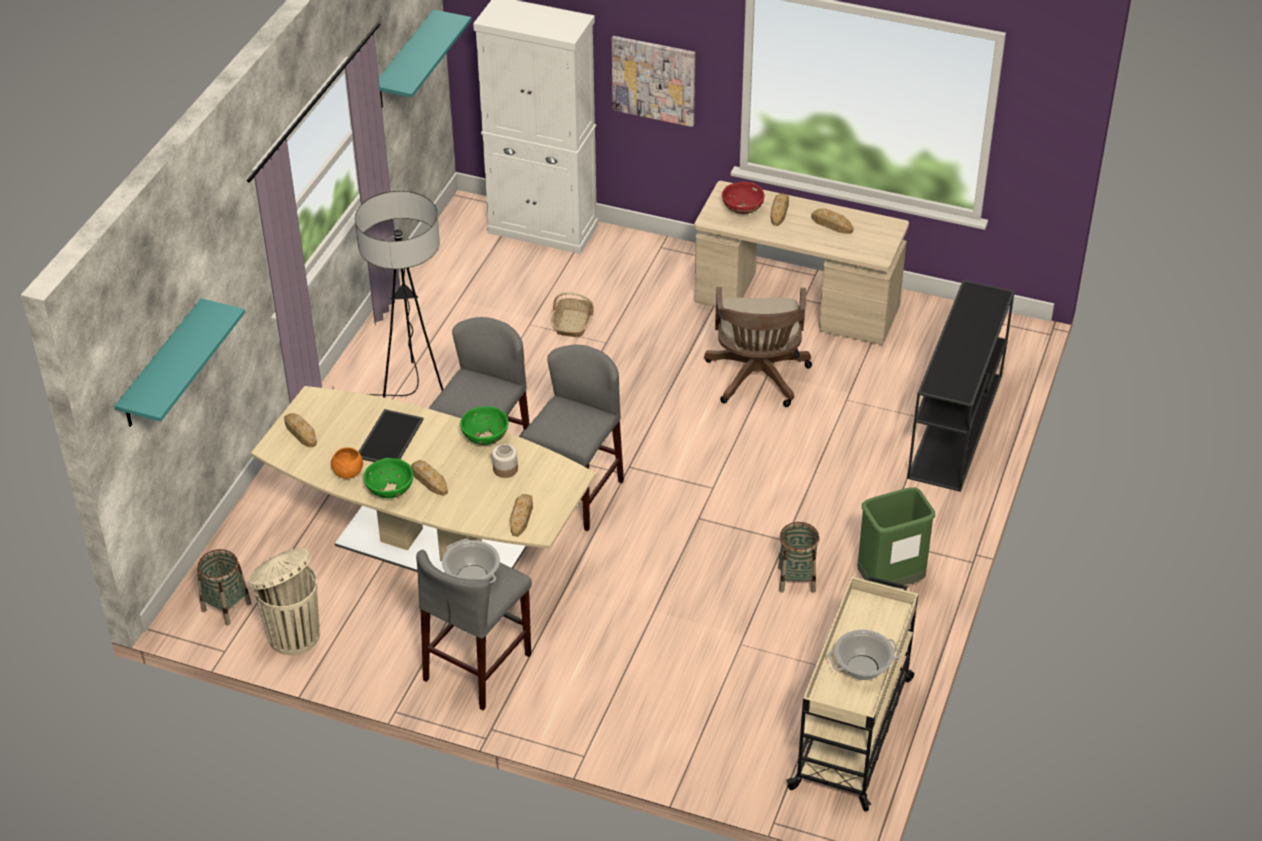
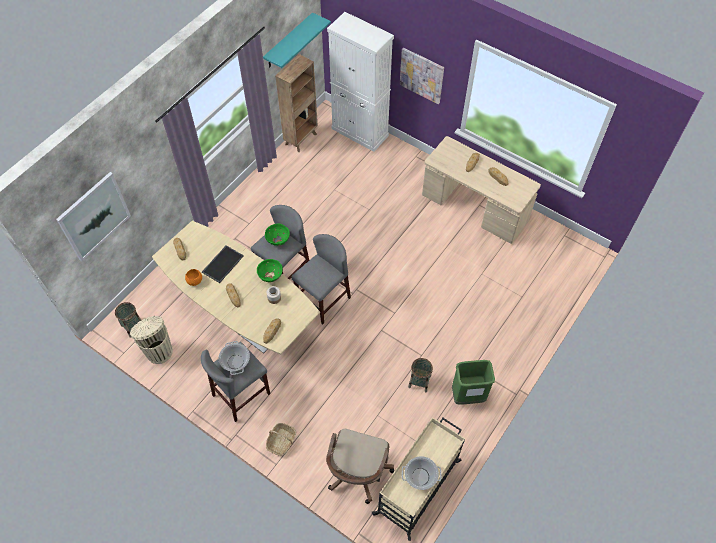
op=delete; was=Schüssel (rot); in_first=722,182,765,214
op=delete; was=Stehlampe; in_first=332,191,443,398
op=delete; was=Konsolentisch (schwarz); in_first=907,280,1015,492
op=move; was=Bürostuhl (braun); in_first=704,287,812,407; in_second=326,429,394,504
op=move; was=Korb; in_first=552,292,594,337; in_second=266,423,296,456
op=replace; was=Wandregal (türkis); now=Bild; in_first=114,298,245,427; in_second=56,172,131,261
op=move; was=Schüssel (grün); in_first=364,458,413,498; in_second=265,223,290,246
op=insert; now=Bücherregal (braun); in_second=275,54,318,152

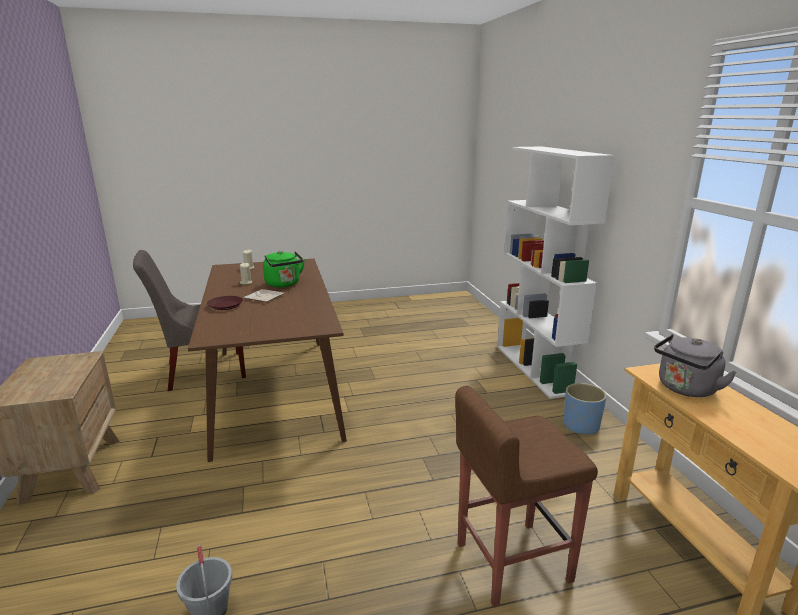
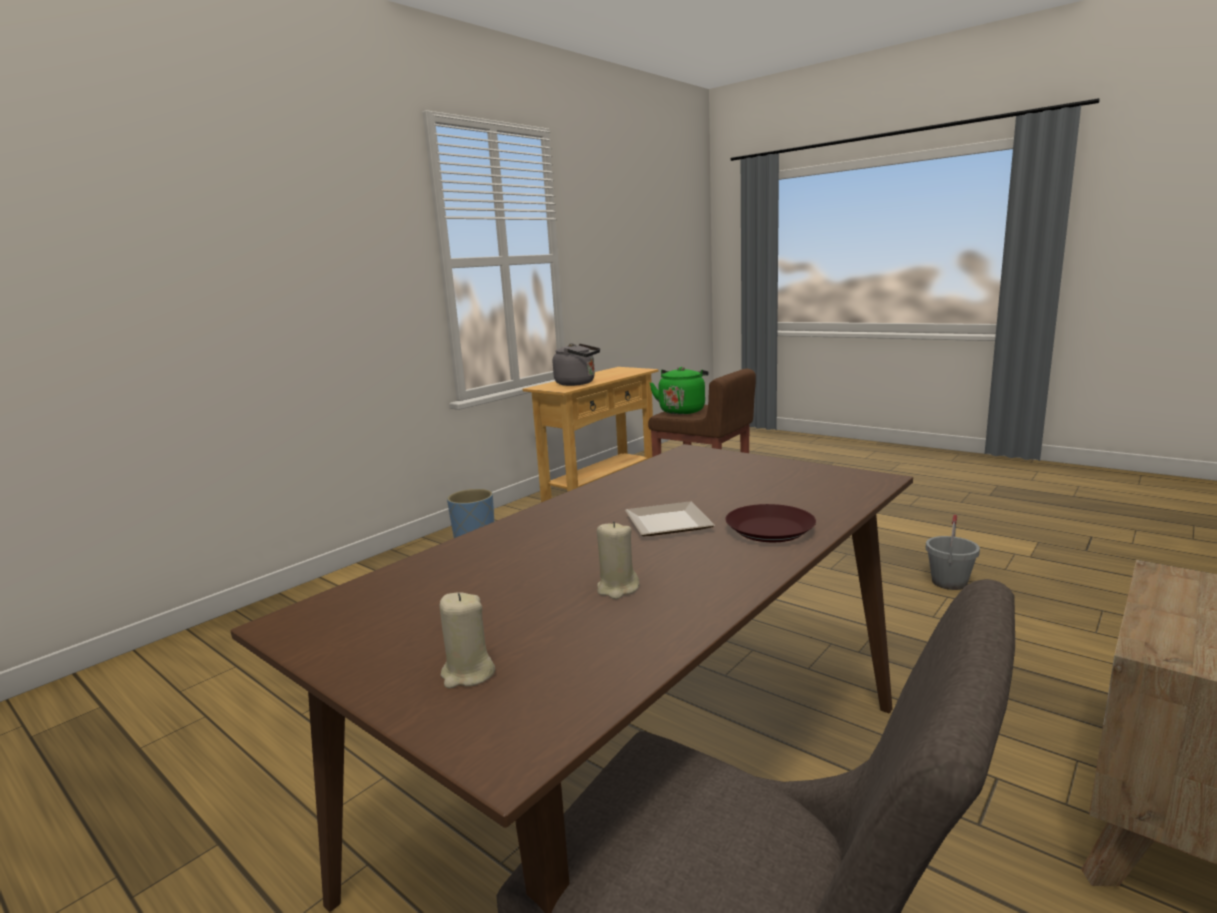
op=delete; was=Bücherregal (weiß); in_first=497,146,615,399
op=move; was=Wasserkessel (grün); in_first=263,251,305,287; in_second=650,367,709,414

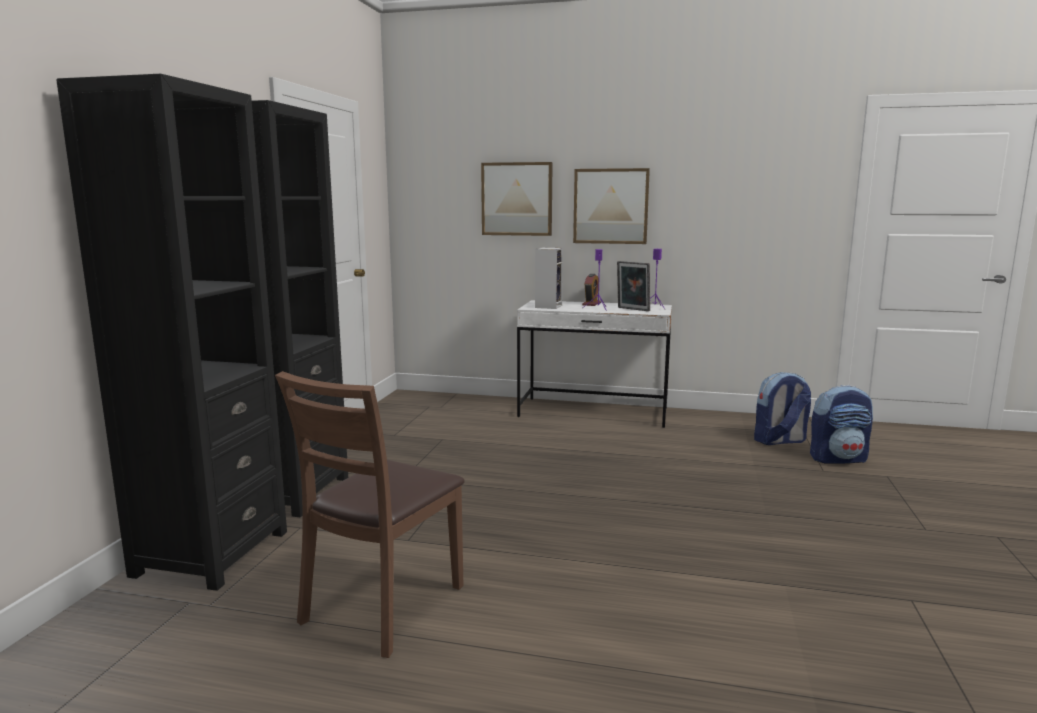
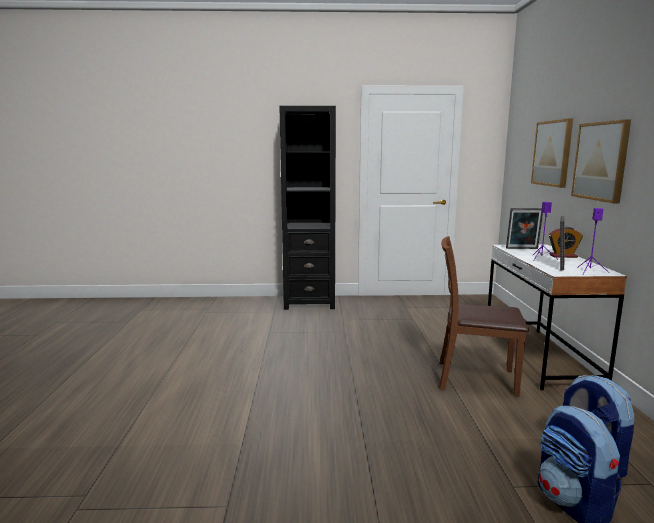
op=delete; was=Bücherregal (schwarz); in_first=56,74,287,591
op=replace; was=Lautsprecher; now=Bilderrahmen; in_first=535,247,563,309; in_second=506,208,543,249
op=move; was=Stuhl (braun); in_first=275,371,465,658; in_second=439,236,529,397

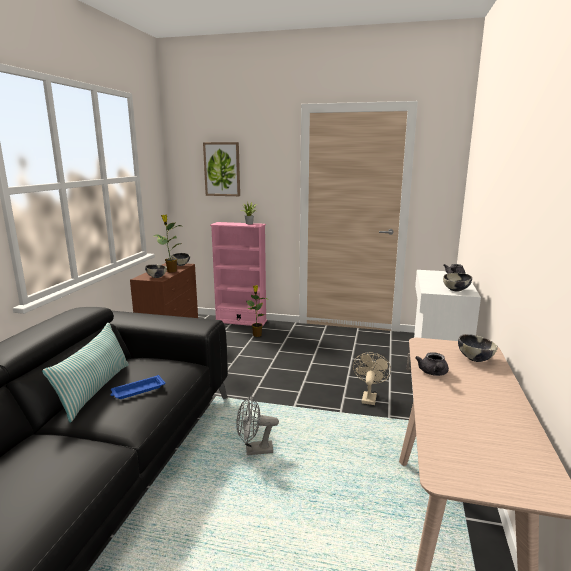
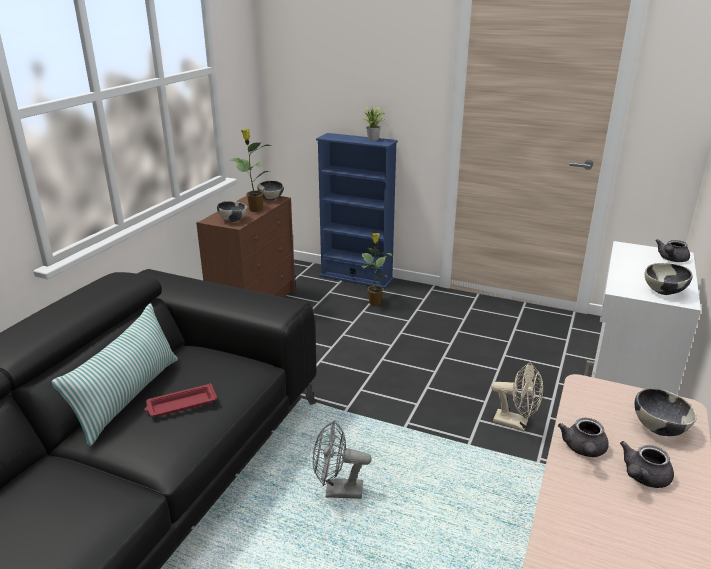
op=delete; was=Bild; in_first=203,142,240,196
op=recolor; was=Bücherregal (rosa); now=Bücherregal (blau); in_first=210,222,267,327; in_second=316,133,398,289
op=rotate; was=Ventilator (beige); in_first=353,352,391,405; in_second=491,363,543,431; clockwise=90
op=recolor; was=Tablett (blau); now=Tablett (rot); in_first=110,375,165,399; in_second=144,383,217,417
op=insert; now=Teekanne (grau); in_second=620,441,674,488

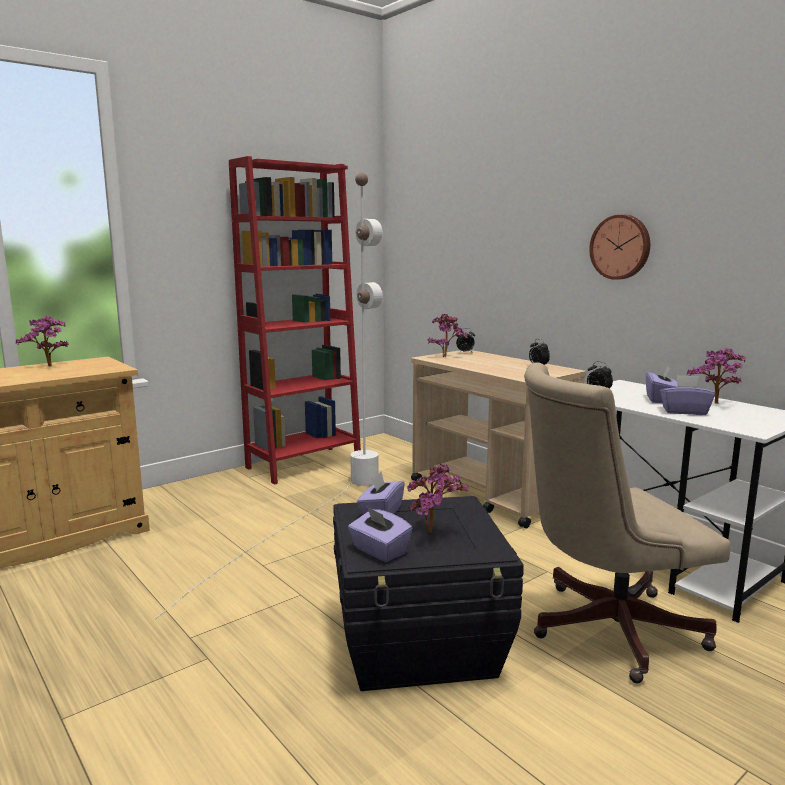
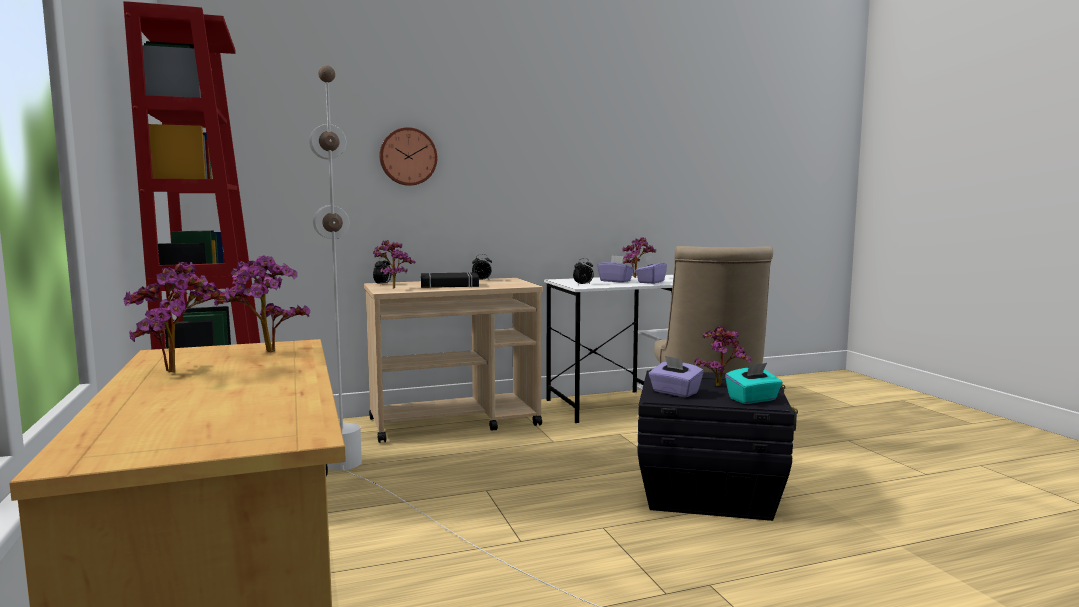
op=move; was=Wanduhr; in_first=589,214,650,280; in_second=379,127,437,186
op=recolor; was=Taschentuchbox (lila); now=Taschentuchbox (türkis); in_first=348,507,412,562; in_second=725,363,783,404
op=insert; now=Topfpflanze; in_second=214,256,310,352
op=insert; now=Buch (schwarz); in_second=421,272,479,288

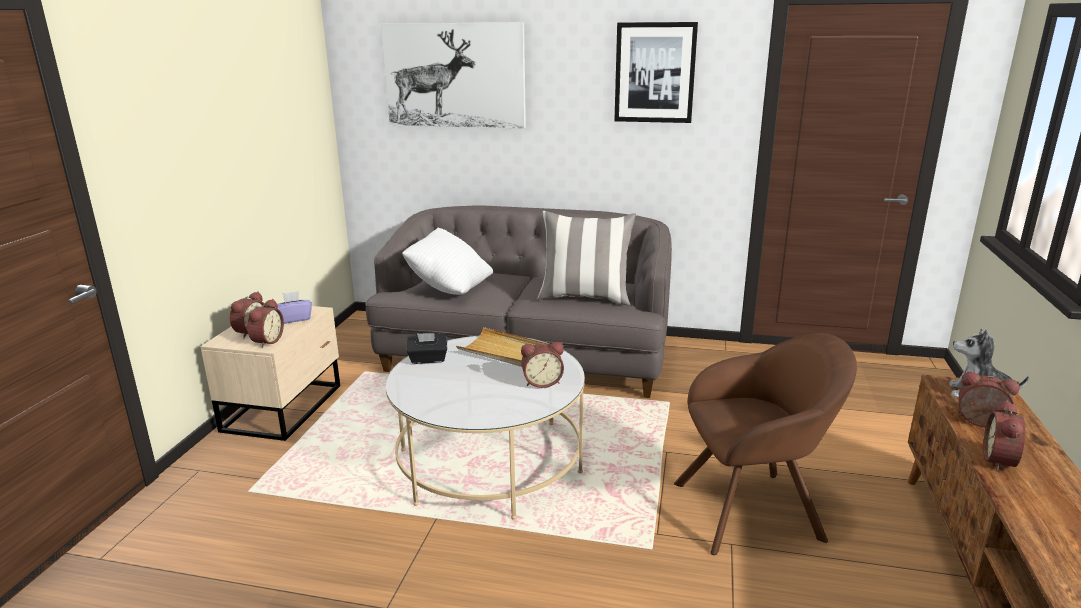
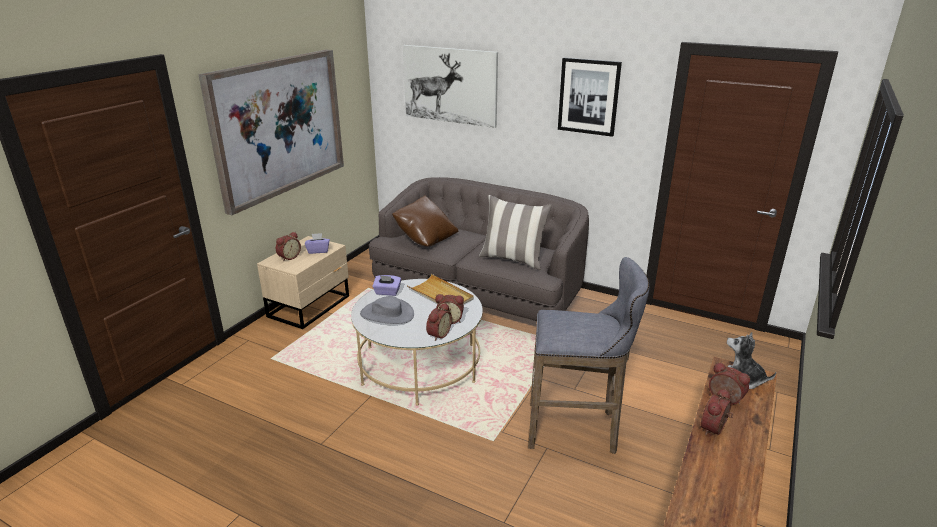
op=recolor; was=Kissen (weiß); now=Kissen (braun); in_first=402,228,493,295; in_second=392,196,459,247
op=move; was=Wecker; in_first=247,299,284,348; in_second=426,303,452,341
op=recolor; was=Taschentuchbox (schwarz); now=Taschentuchbox (lila); in_first=407,333,447,364; in_second=372,275,401,296
op=replace; was=Sessel (braun); now=Hocker (grau); in_first=674,333,857,555; in_second=528,257,649,454
op=insert; now=Bild; in_second=198,50,344,215
op=insert; now=Hut (grau); in_second=360,296,414,324

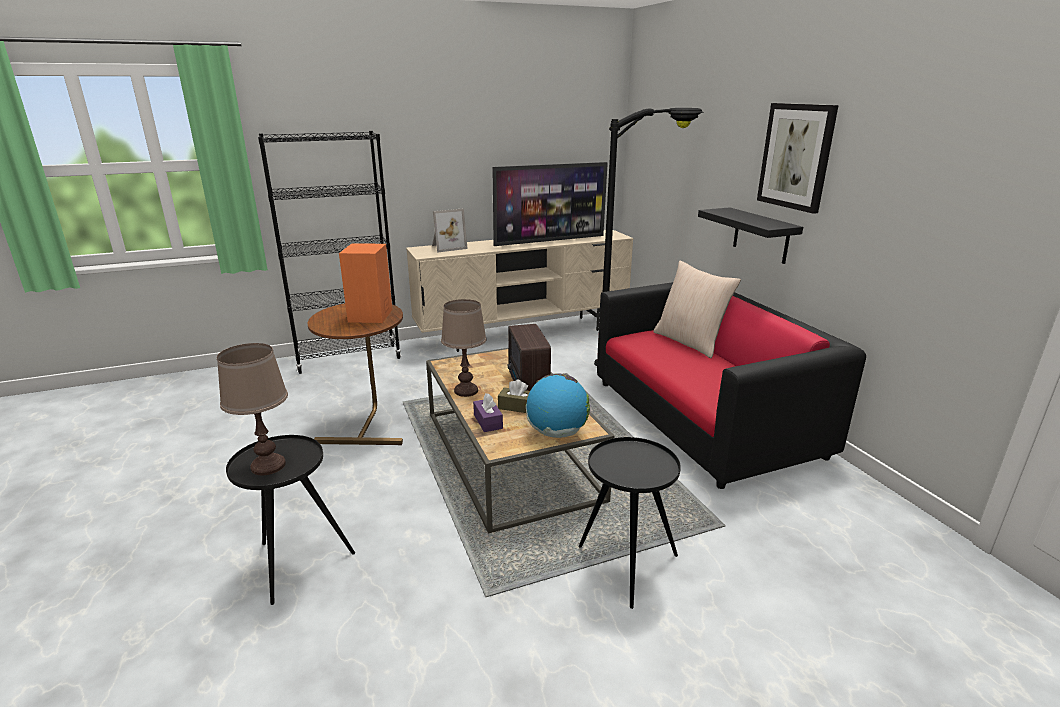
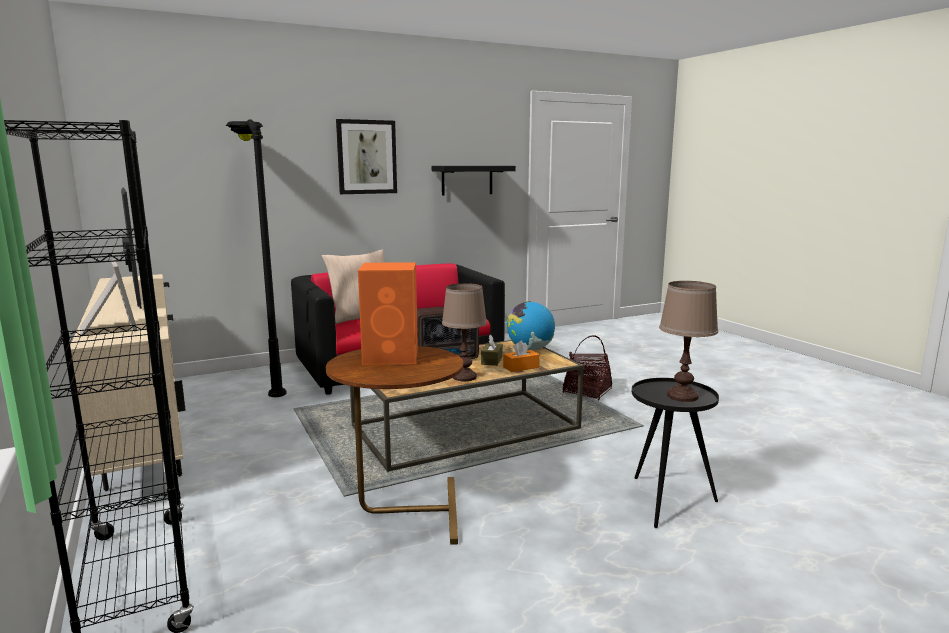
op=move; was=Wandregal (schwarz); in_first=698,207,803,264; in_second=432,166,516,196
op=recolor; was=Taschentuchbox (lila); now=Taschentuchbox (orange); in_first=473,393,503,432; in_second=503,340,540,372
op=replace; was=Beistelltisch (schwarz); now=Korb; in_first=579,437,681,609; in_second=563,335,612,400

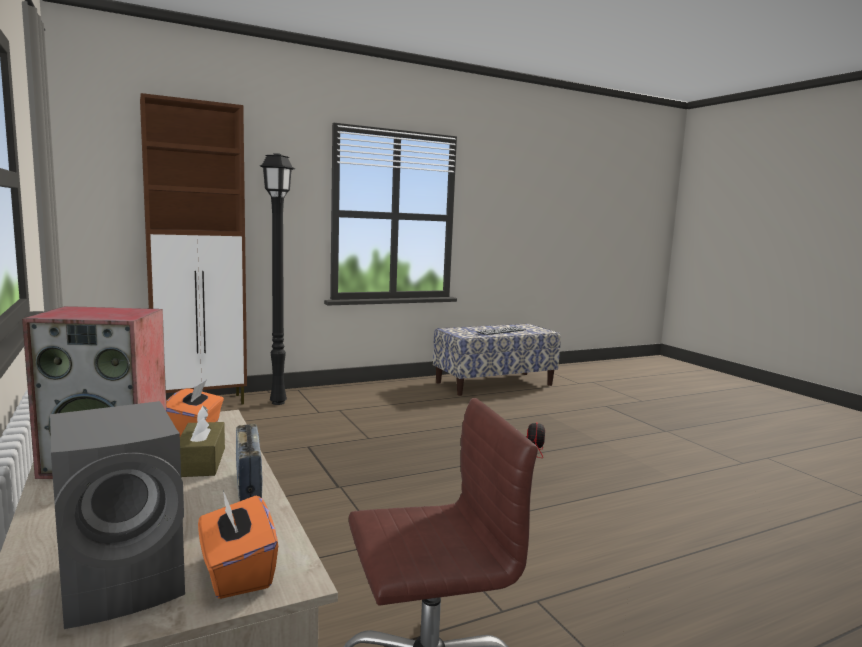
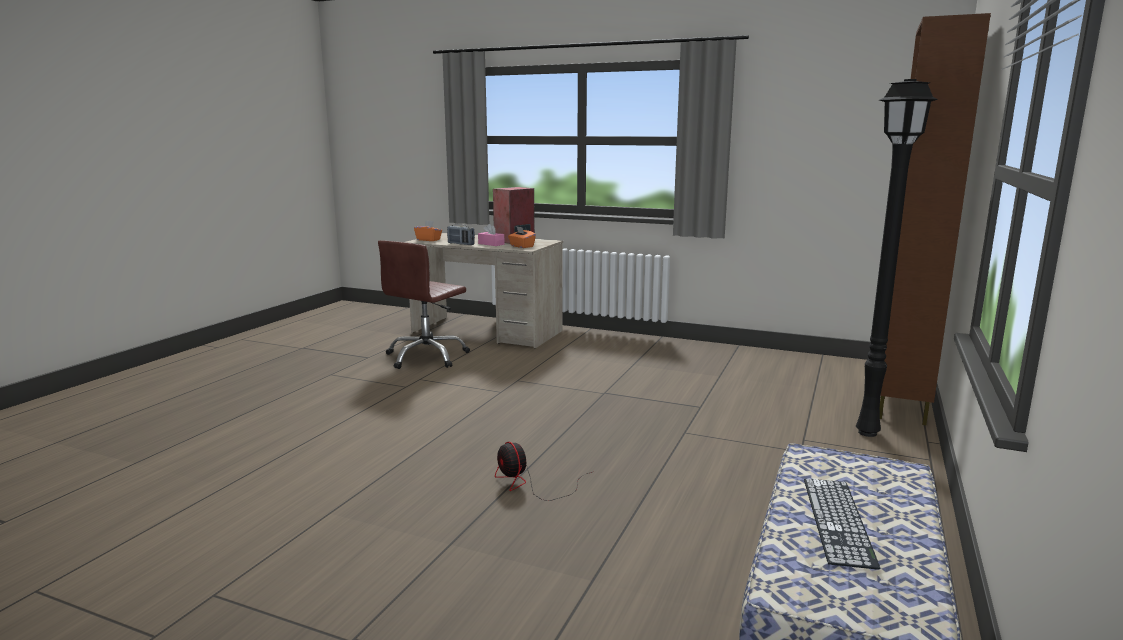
op=delete; was=Lautsprecher (grau); in_first=50,401,185,629
op=recolor; was=Taschentuchbox (braun); now=Taschentuchbox (rosa); in_first=180,406,225,477; in_second=478,224,505,246

